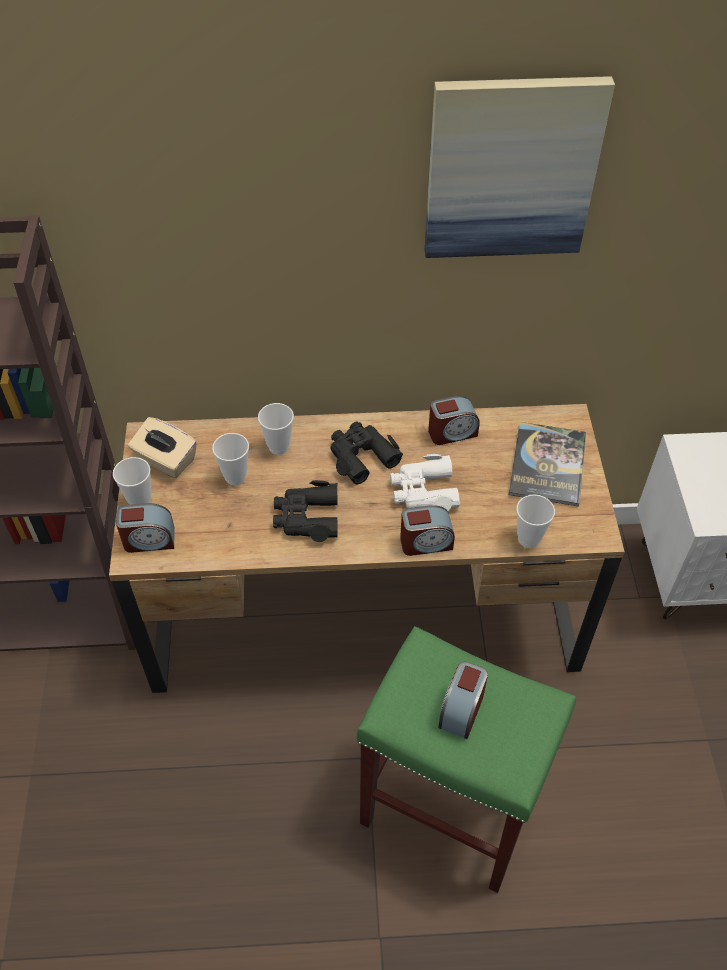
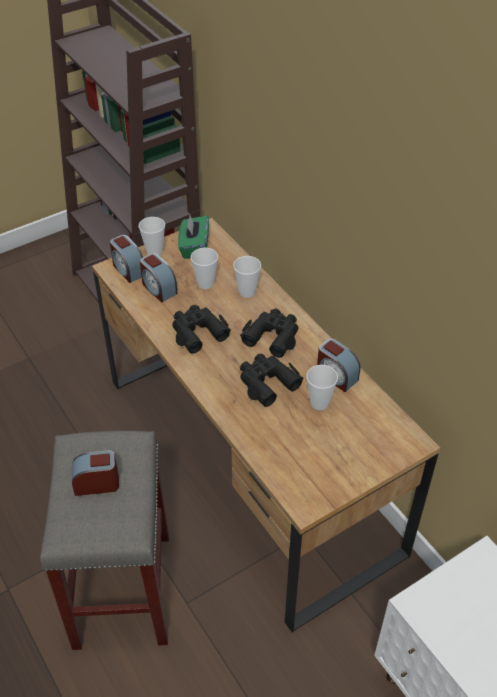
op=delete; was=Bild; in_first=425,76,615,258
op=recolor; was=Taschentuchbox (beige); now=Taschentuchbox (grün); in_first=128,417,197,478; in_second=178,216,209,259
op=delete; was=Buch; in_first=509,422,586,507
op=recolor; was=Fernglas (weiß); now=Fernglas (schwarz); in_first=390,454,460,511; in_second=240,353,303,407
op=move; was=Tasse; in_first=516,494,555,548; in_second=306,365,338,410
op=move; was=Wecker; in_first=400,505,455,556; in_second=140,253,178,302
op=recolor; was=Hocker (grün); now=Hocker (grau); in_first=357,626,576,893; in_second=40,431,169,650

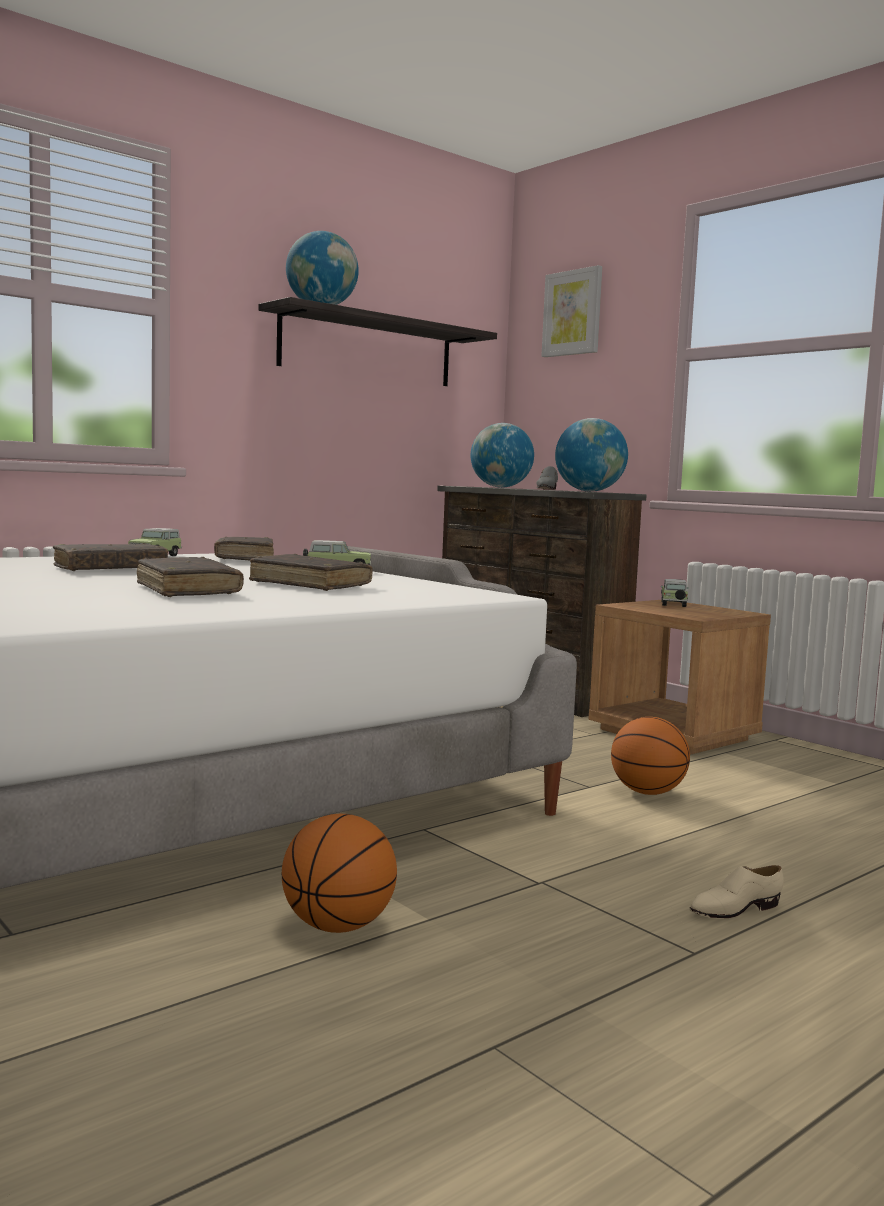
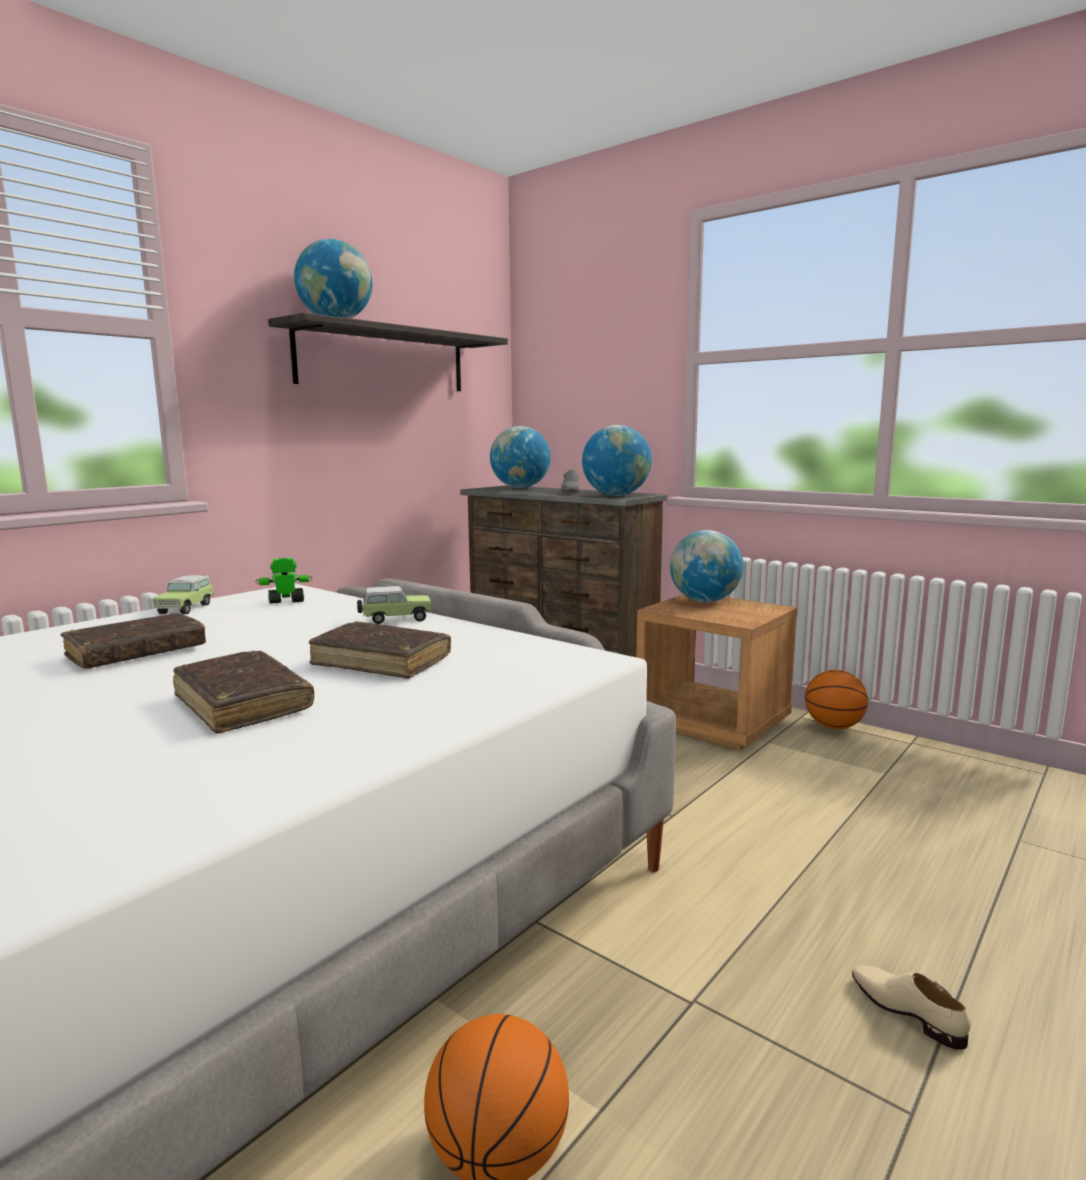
op=delete; was=Bild; in_first=541,265,602,357
op=replace; was=Buch (braun); now=Spielzeugroboter; in_first=214,537,274,560; in_second=255,558,313,604
op=replace; was=Spielzeugauto; now=Globus; in_first=661,579,689,607; in_second=670,530,743,602
op=move; was=Basketball; in_first=611,717,690,795; in_second=805,670,868,729
op=rotate; was=Schuh (beige); in_first=689,865,784,918; in_second=852,965,971,1050; clockwise=90

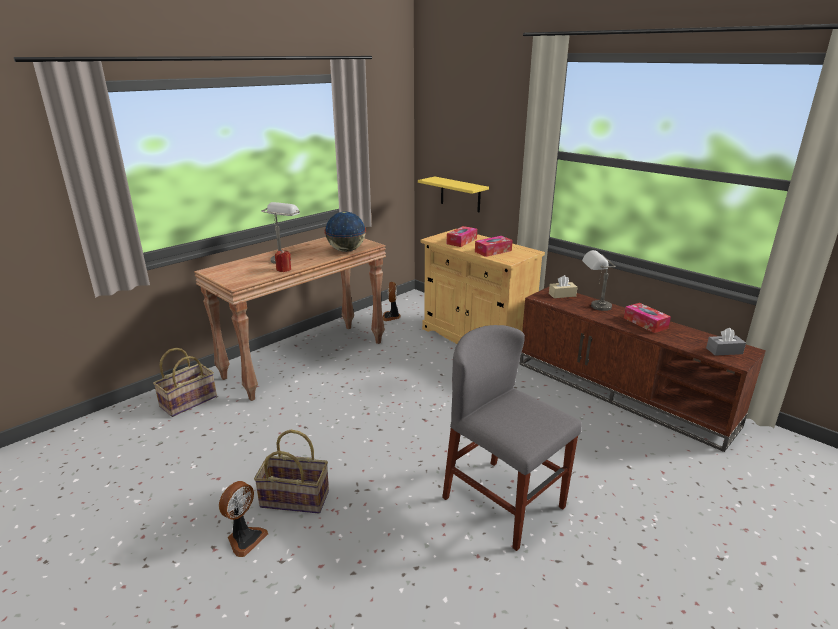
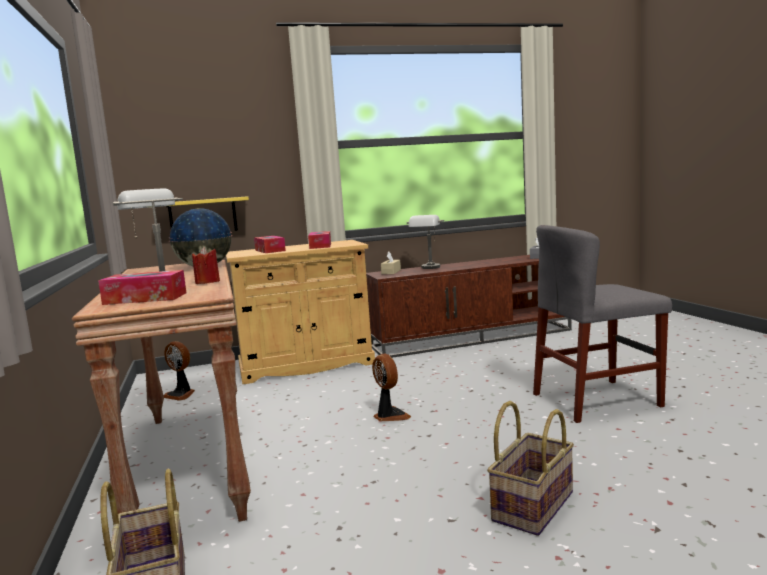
op=move; was=Taschentuchbox; in_first=624,303,671,333; in_second=98,270,186,305
op=move; was=Ventilator; in_first=219,481,268,557; in_second=372,354,411,421

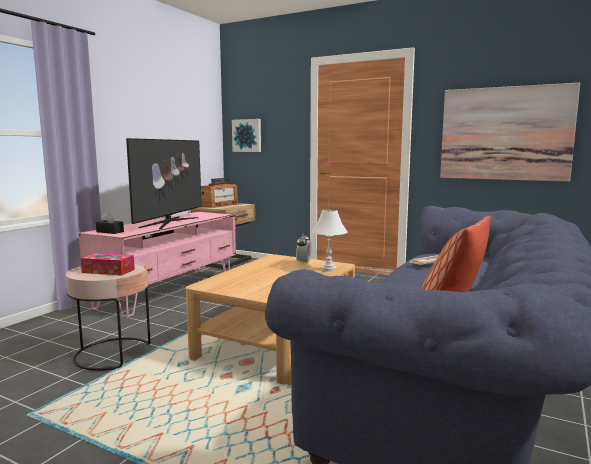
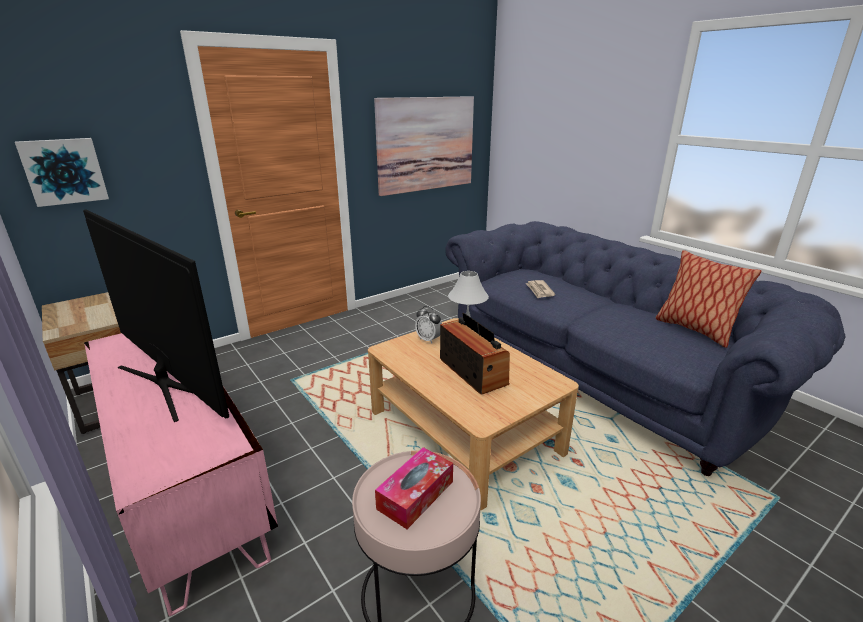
op=move; was=Radio; in_first=201,178,238,208; in_second=440,313,510,395
op=delete; was=Taschentuchbox (schwarz); in_first=96,212,124,234

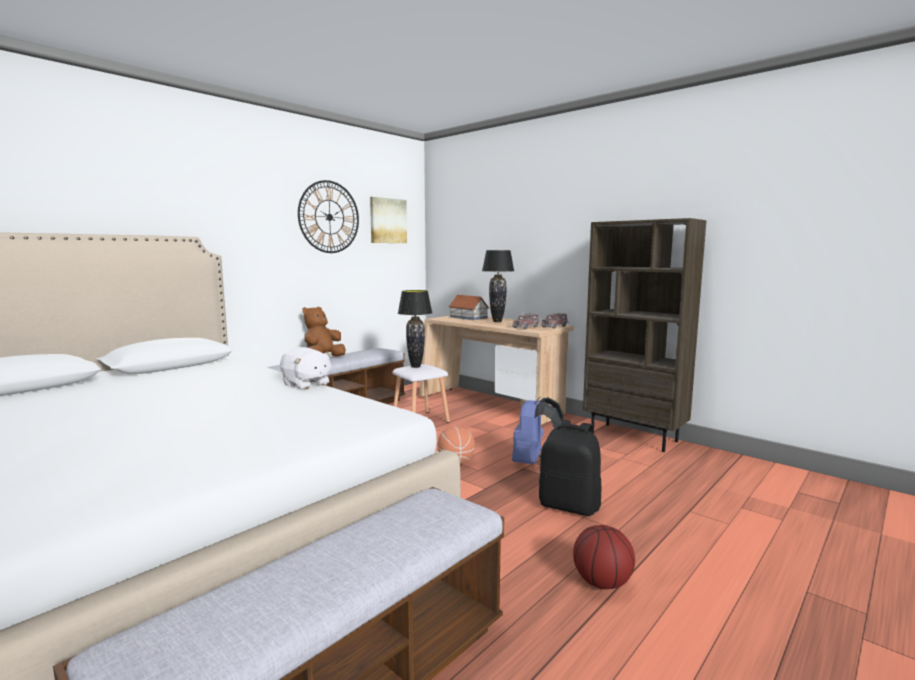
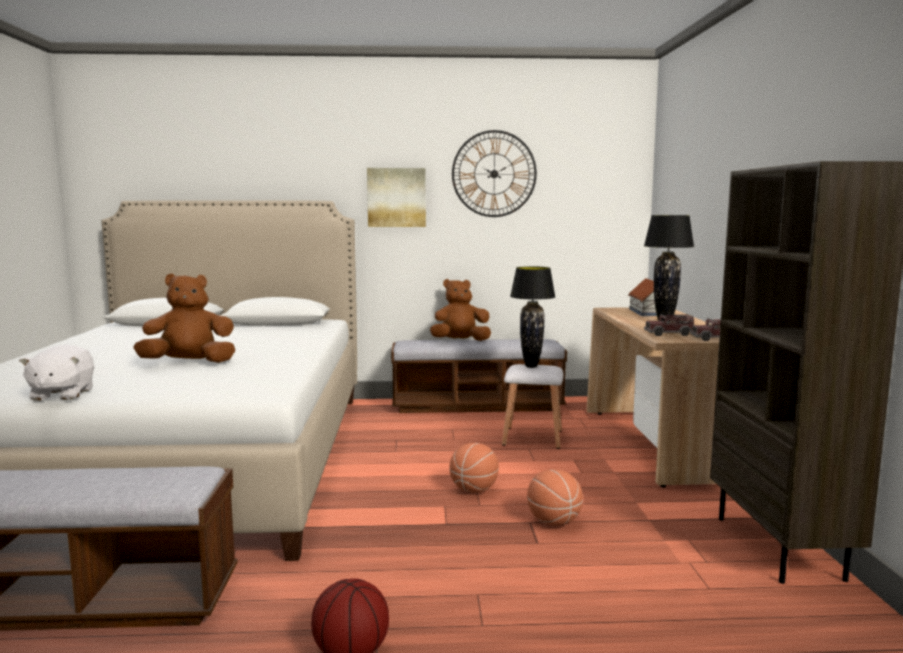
op=move; was=Bild; in_first=370,197,407,243; in_second=367,168,426,227
op=move; was=Plüschtier (weiß); in_first=280,347,332,390; in_second=19,344,94,401
op=replace; was=Rucksack (blau); now=Basketball; in_first=512,396,564,465; in_second=527,469,583,526
op=delete; was=Rucksack (schwarz); in_first=539,420,601,516
op=insert; now=Plüschtier (braun); in_second=133,274,235,363

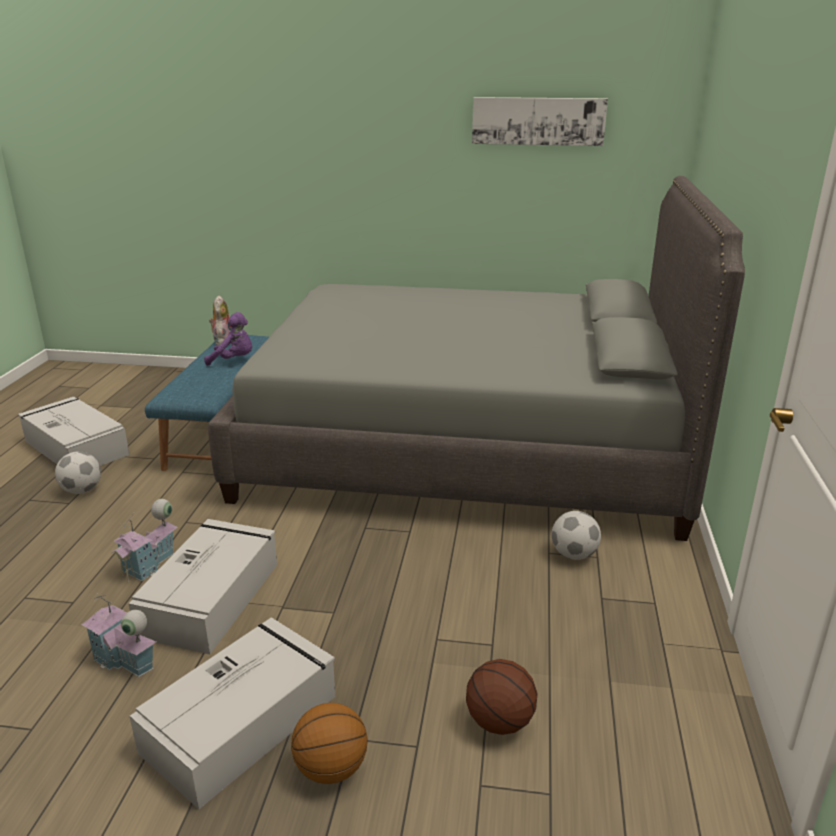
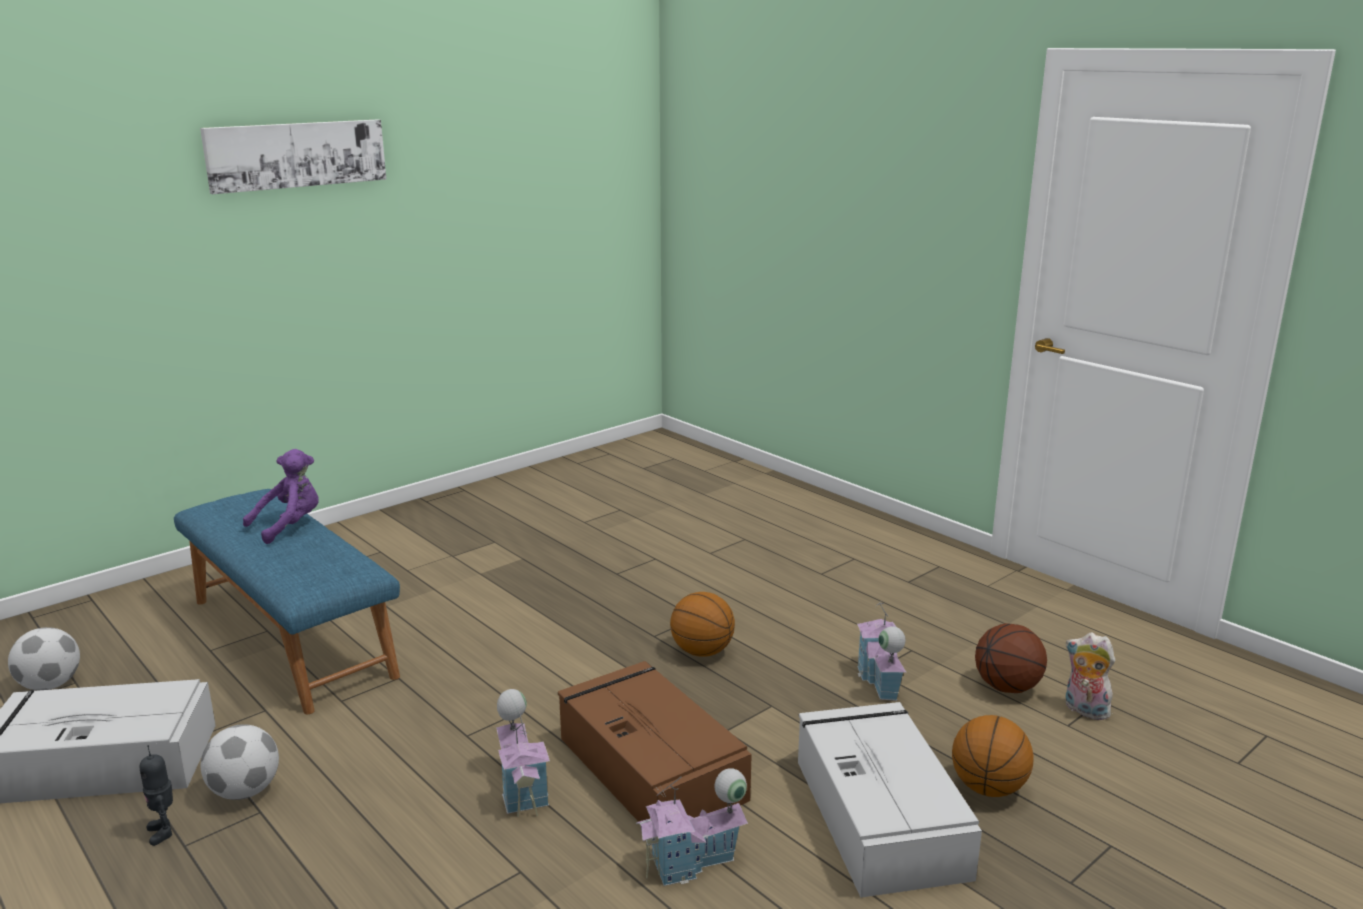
op=move; was=Bild; in_first=472,97,608,146; in_second=200,119,386,194
op=delete; was=Bett (grau); in_first=208,176,745,541
op=move; was=Plüschtier; in_first=209,295,232,345; in_second=1065,633,1115,720
op=move; was=Fußball; in_first=552,511,601,560; in_second=8,627,80,691
op=recolor; was=Aufbewahrungsbox (grau); now=Aufbewahrungsbox (braun); in_first=129,519,277,654; in_second=558,661,752,822
op=insert; now=Basketball; in_second=670,592,735,657
op=insert; now=Spielzeughaus; in_second=857,603,906,701
op=insert; now=Spielzeugroboter; in_second=140,745,173,846

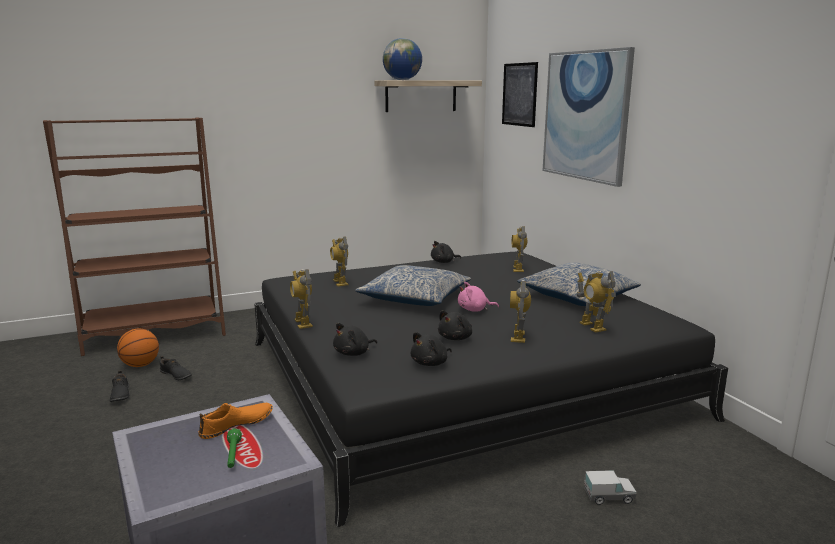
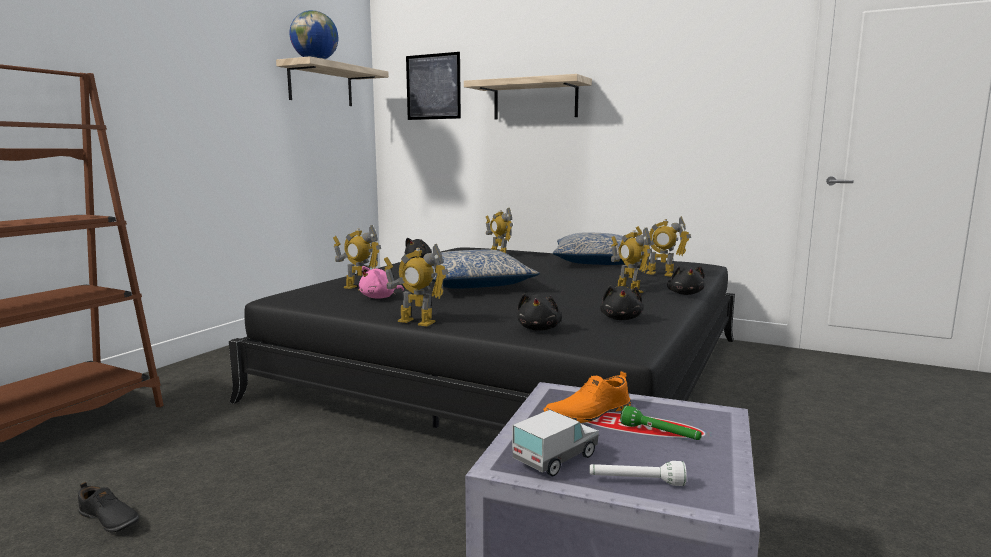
op=replace; was=Bild; now=Wandregal; in_first=542,47,635,187; in_second=464,74,592,120
op=move; was=Plüschtier (rosa); in_first=458,282,499,311; in_second=359,266,404,299
op=move; was=Plüschtier (schwarz); in_first=438,310,472,340; in_second=667,265,705,295
op=delete; was=Basketball; in_first=117,329,159,367
op=delete; was=Schuh (schwarz); in_first=160,356,192,380
op=rotate; was=Schuh (orange); in_first=198,403,273,439; in_second=543,371,631,423; clockwise=-135
op=move; was=Spielzeuglaster; in_first=584,470,637,505; in_second=512,410,599,476
op=insert; now=Taschenlampe (weiß); in_second=589,461,687,486

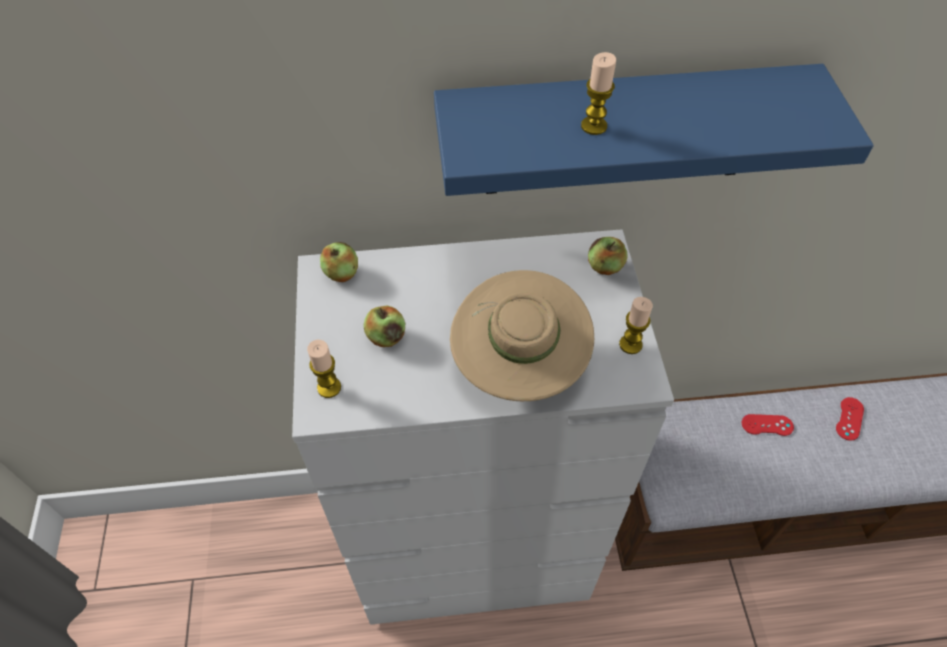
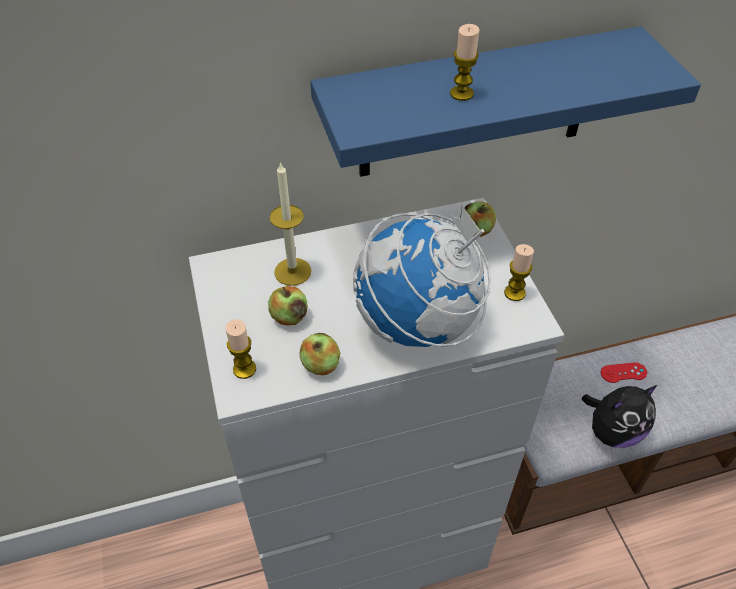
op=move; was=Apfel; in_first=320,242,358,282; in_second=299,333,340,375
op=replace; was=Hut (beige); now=Globus; in_first=450,270,594,401; in_second=353,204,491,347
op=delete; was=Gamepad (rot); in_first=836,397,864,441
op=insert; now=Kerze; in_second=269,161,311,286
op=insert; now=Plüschtier; in_second=582,385,658,448

